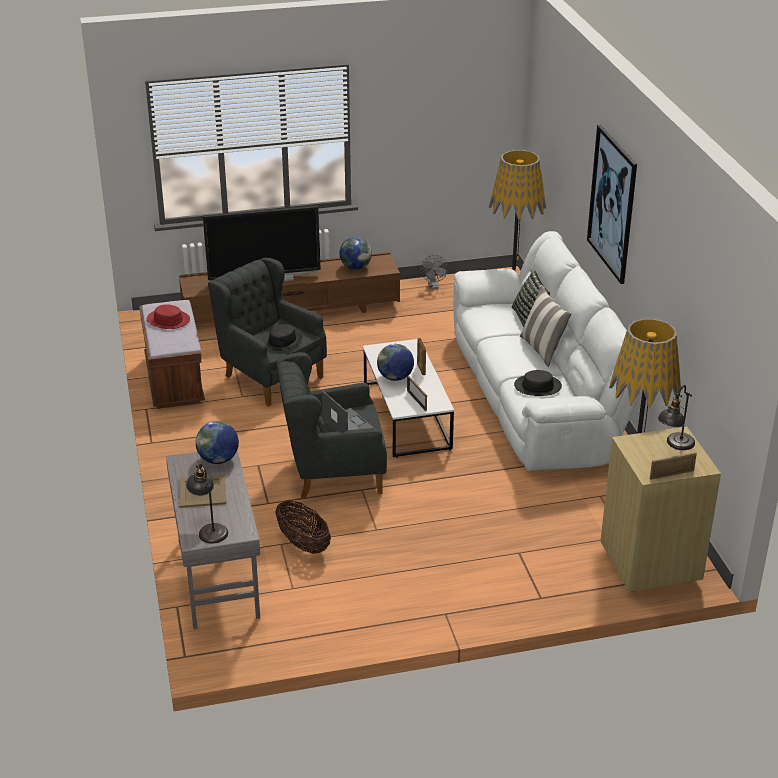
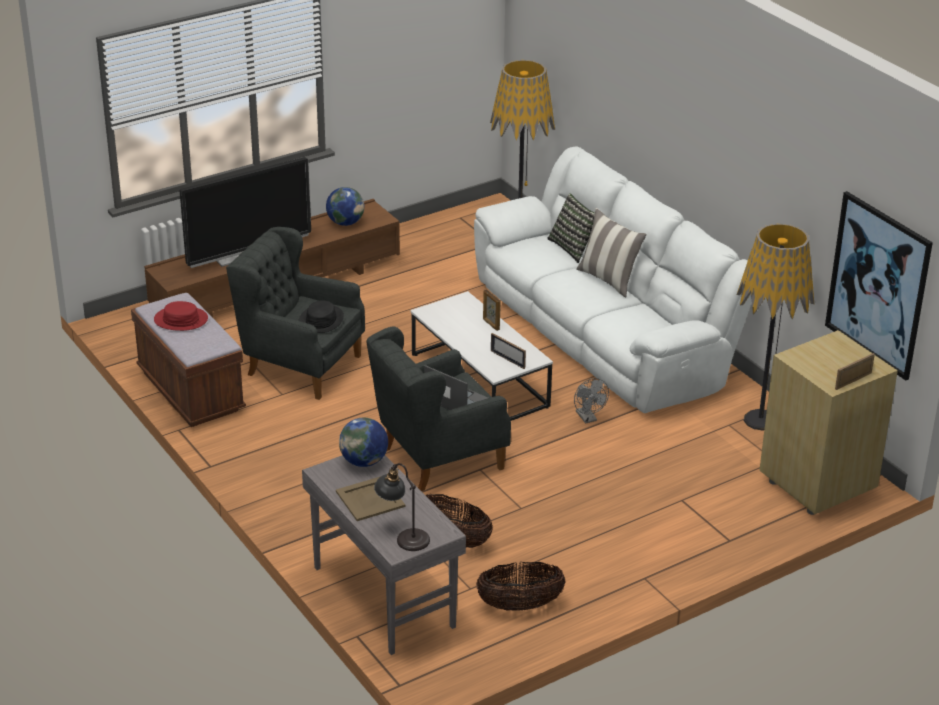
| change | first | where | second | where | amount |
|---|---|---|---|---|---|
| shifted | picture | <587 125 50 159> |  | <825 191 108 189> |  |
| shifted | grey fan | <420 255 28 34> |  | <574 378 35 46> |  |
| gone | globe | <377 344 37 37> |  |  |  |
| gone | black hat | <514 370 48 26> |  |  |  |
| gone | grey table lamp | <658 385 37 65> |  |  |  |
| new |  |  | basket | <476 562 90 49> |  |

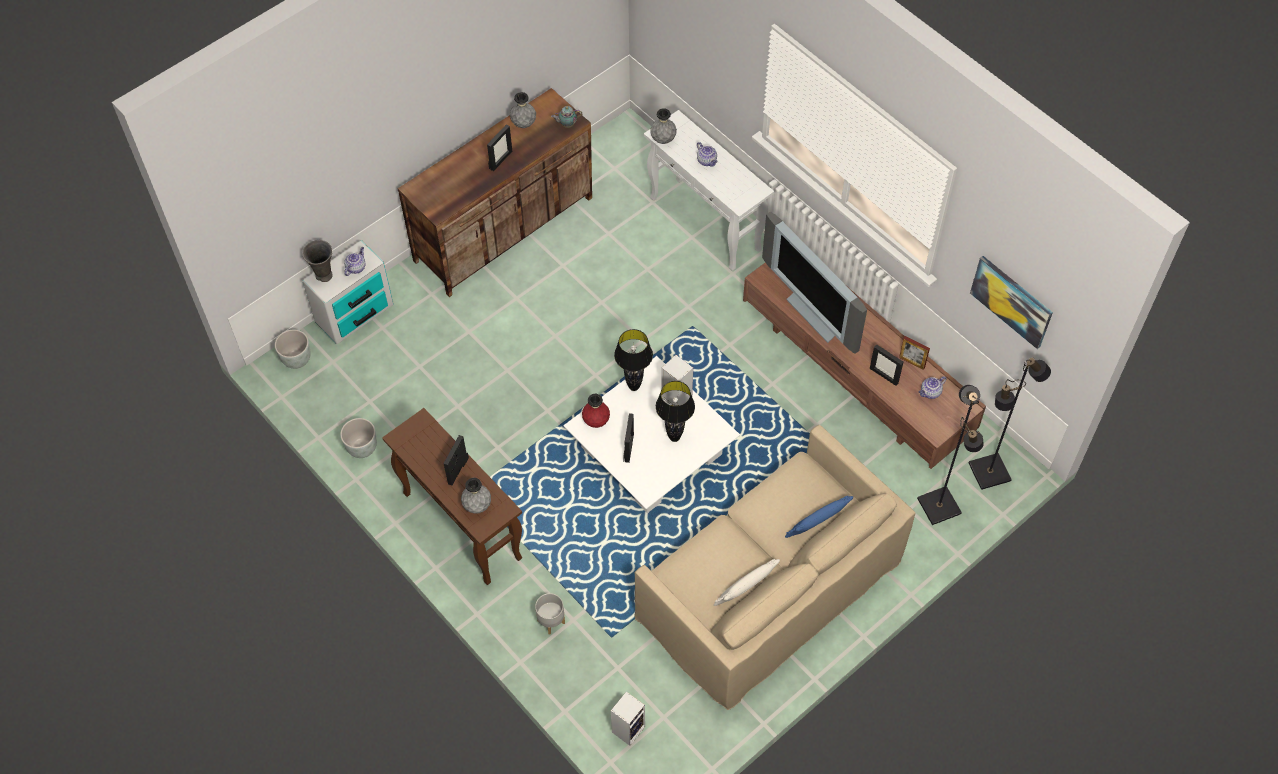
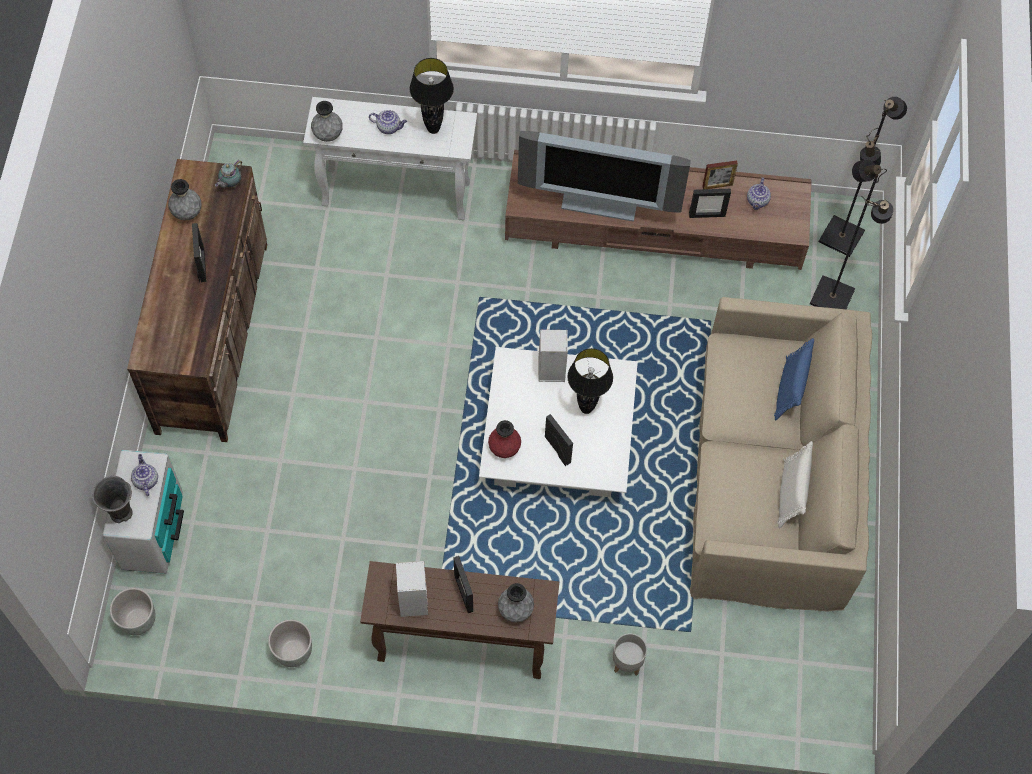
| change | first | where | second | where | amount |
|---|---|---|---|---|---|
| gone | picture | <970 256 83 93> |  |  |  |
| shifted | black table lamp | <614 329 39 62> |  | <409 58 45 76> |  |
| shifted | speaker | <611 691 34 55> |  | <396 561 32 56> |  |

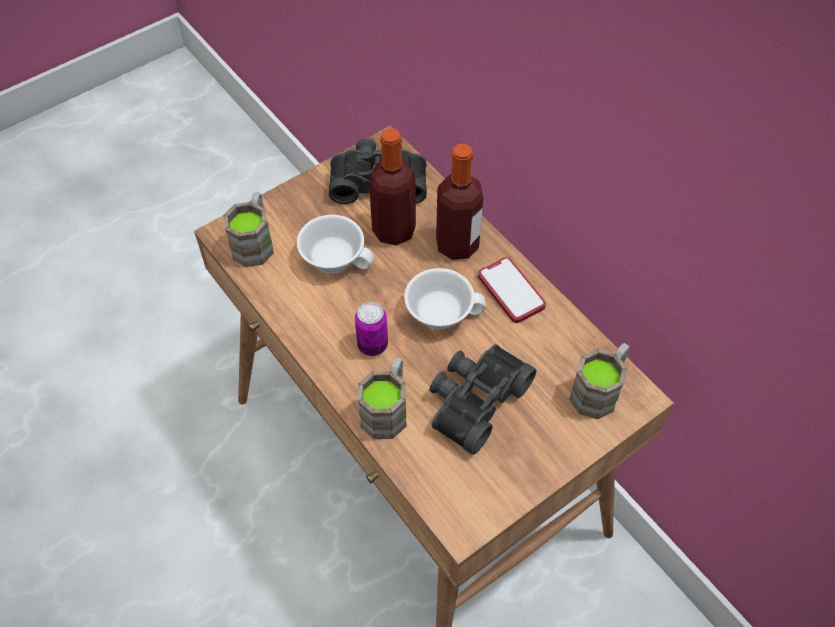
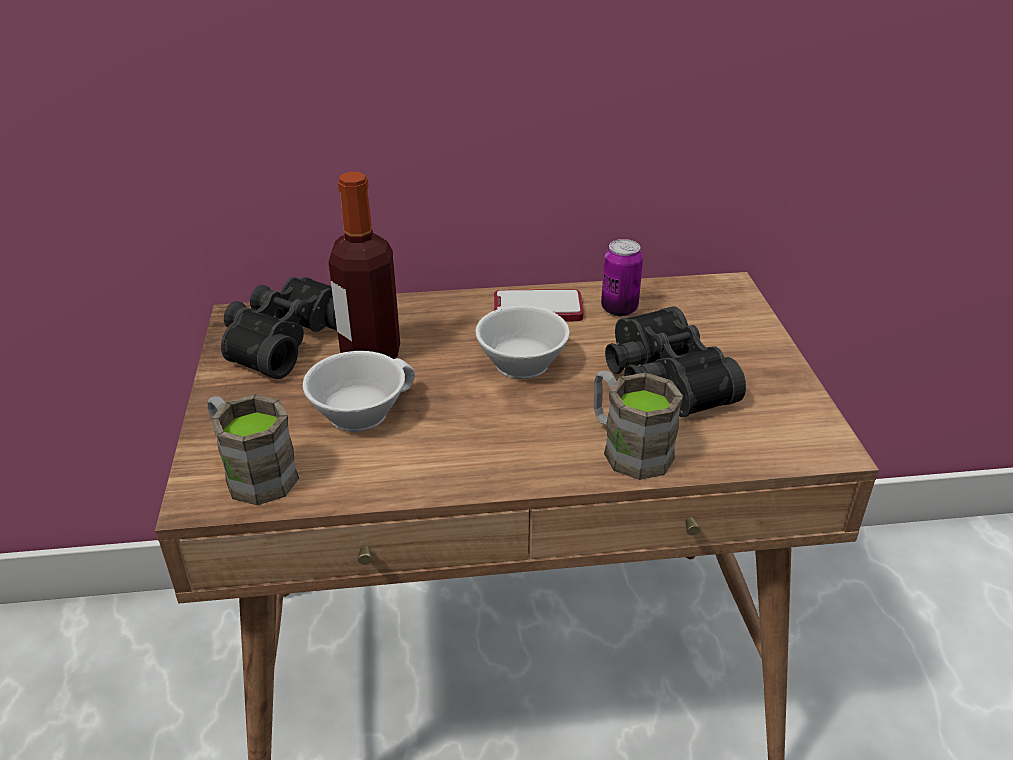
| change | first | where | second | where | amount |
|---|---|---|---|---|---|
| gone | bottle | <436 143 47 117> |  |  |  |
| shifted | can | <355 302 33 54> |  | <601 239 42 77> |  |
| gone | brown mug | <569 343 60 76> |  |  |  |

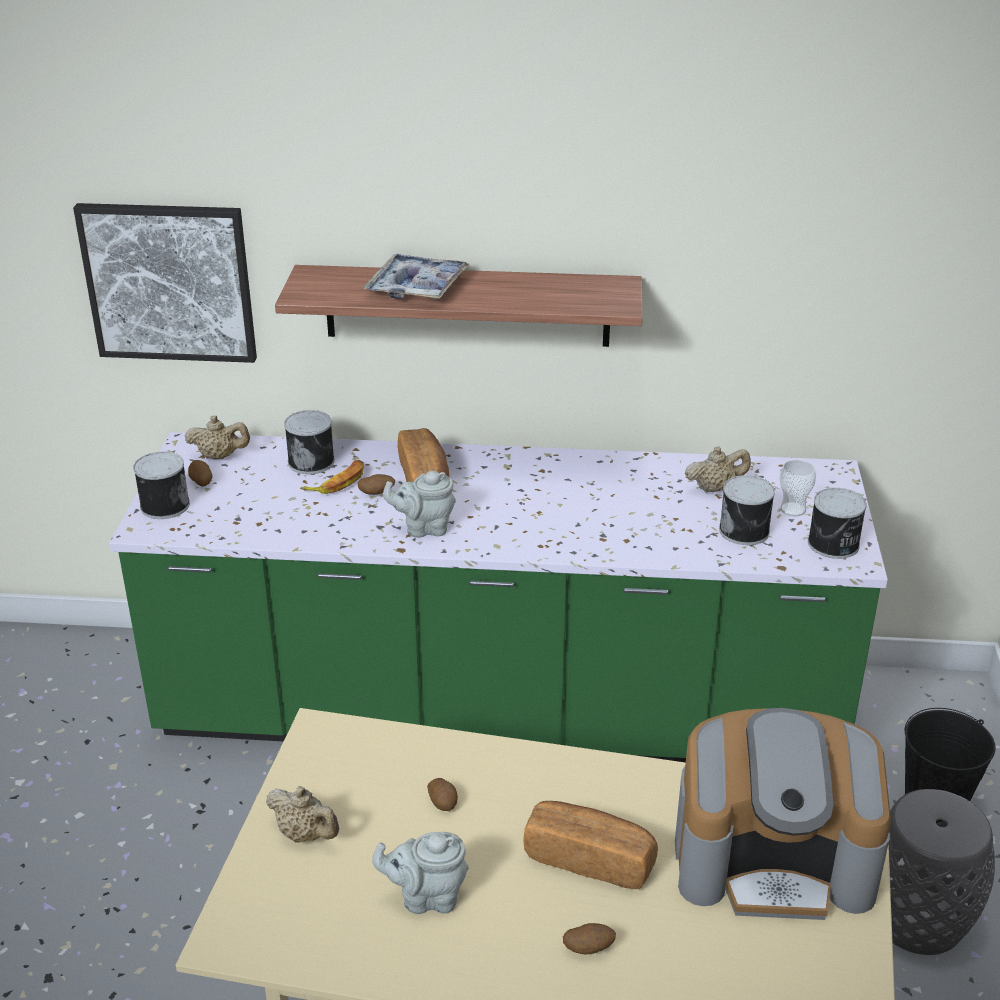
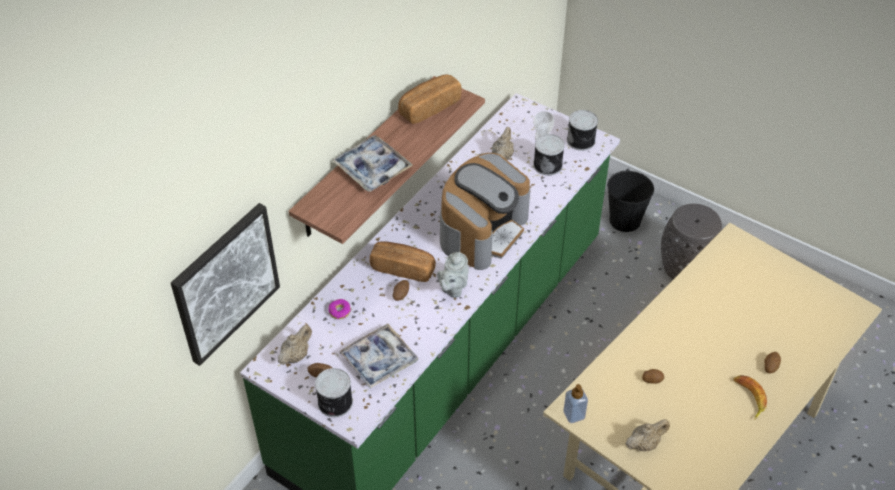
| change | first | where | second | where | amount |
|---|---|---|---|---|---|
| swapped | can | <284 410 51 64> | donut | <328 299 23 20> |  |
| shifted | banana | <300 460 64 34> |  | <733 375 34 45> |  |
| shifted | coffee machine | <675 708 216 212> |  | <440 153 90 117> |  |
| shifted | bread | <523 801 135 88> |  | <398 75 64 49> |  |
| gone | grey teapot | <372 832 97 82> |  |  |  |
| new |  |  | tray | <339 323 80 66> |  |
| new |  |  | soap dispenser | <563 384 25 39> |  |

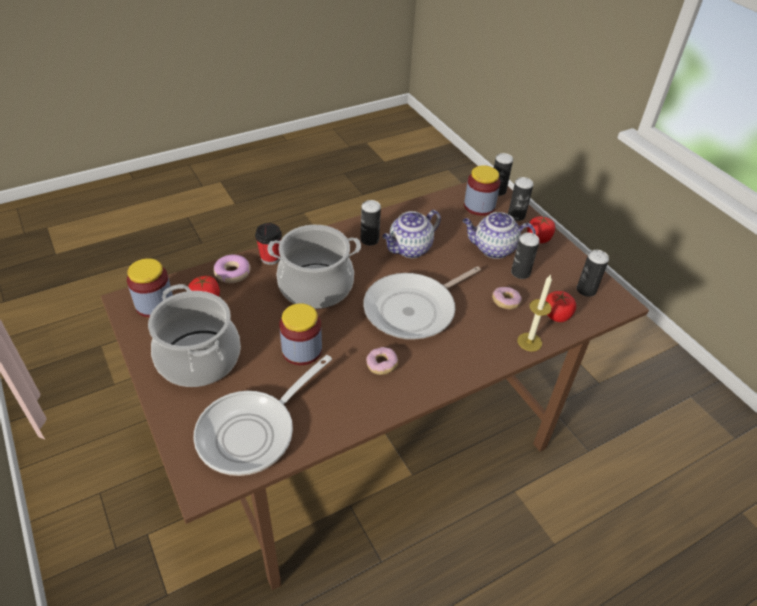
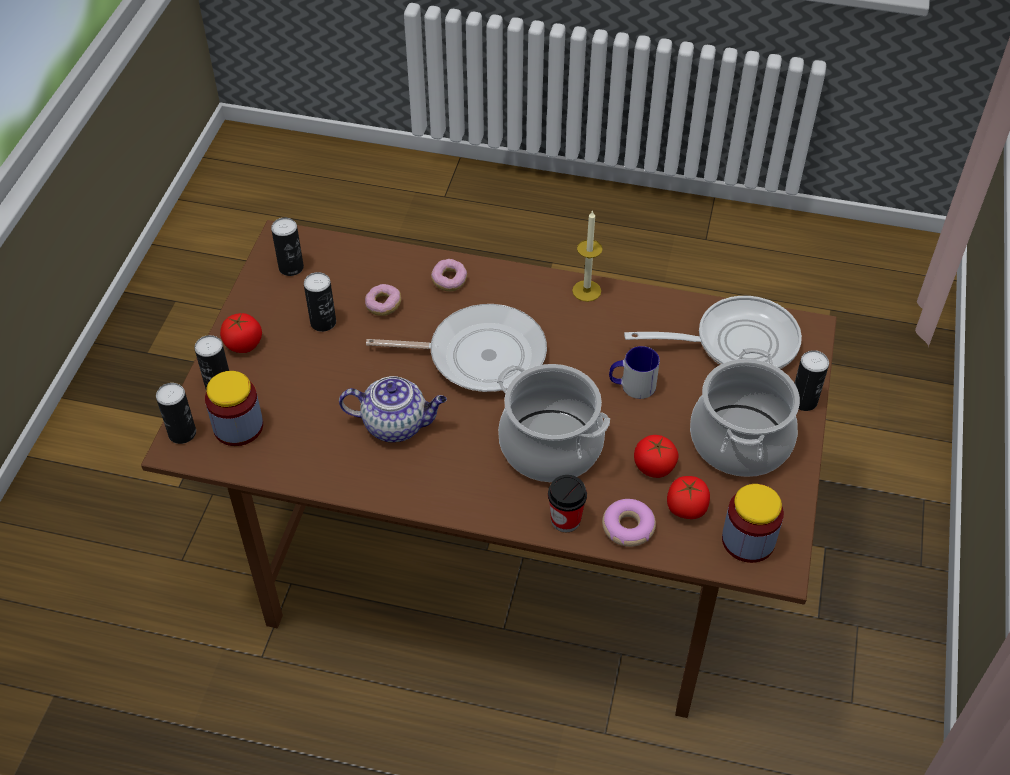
| change | first | where | second | where | amount |
|---|---|---|---|---|---|
| shifted | can | <361 200 20 46> |  | <795 350 34 61> |  |
| gone | teapot | <462 212 74 47> |  |  |  |
| shifted | candle | <517 274 35 78> |  | <572 210 31 92> |  |
| shifted | tomato | <546 291 30 31> |  | <634 435 44 43> |  |
| swapped | jar | <279 303 43 62> | mug | <609 346 51 53> |  |
| shifted | donut | <366 347 32 28> |  | <431 259 36 33> |  |

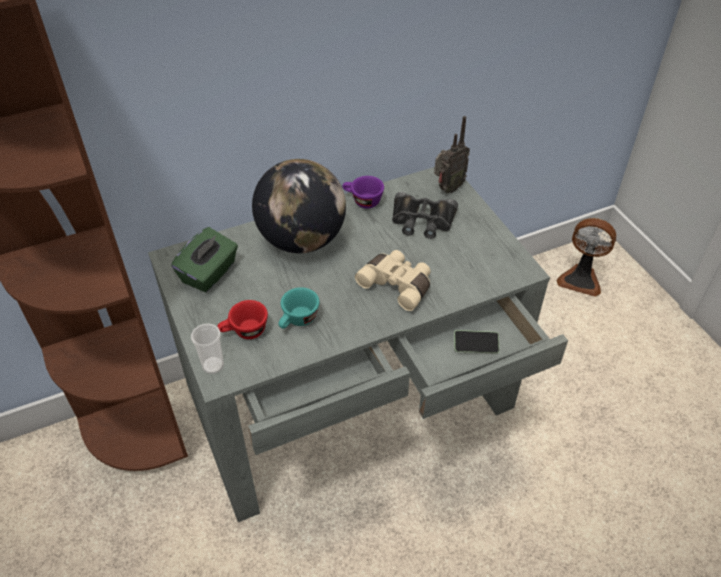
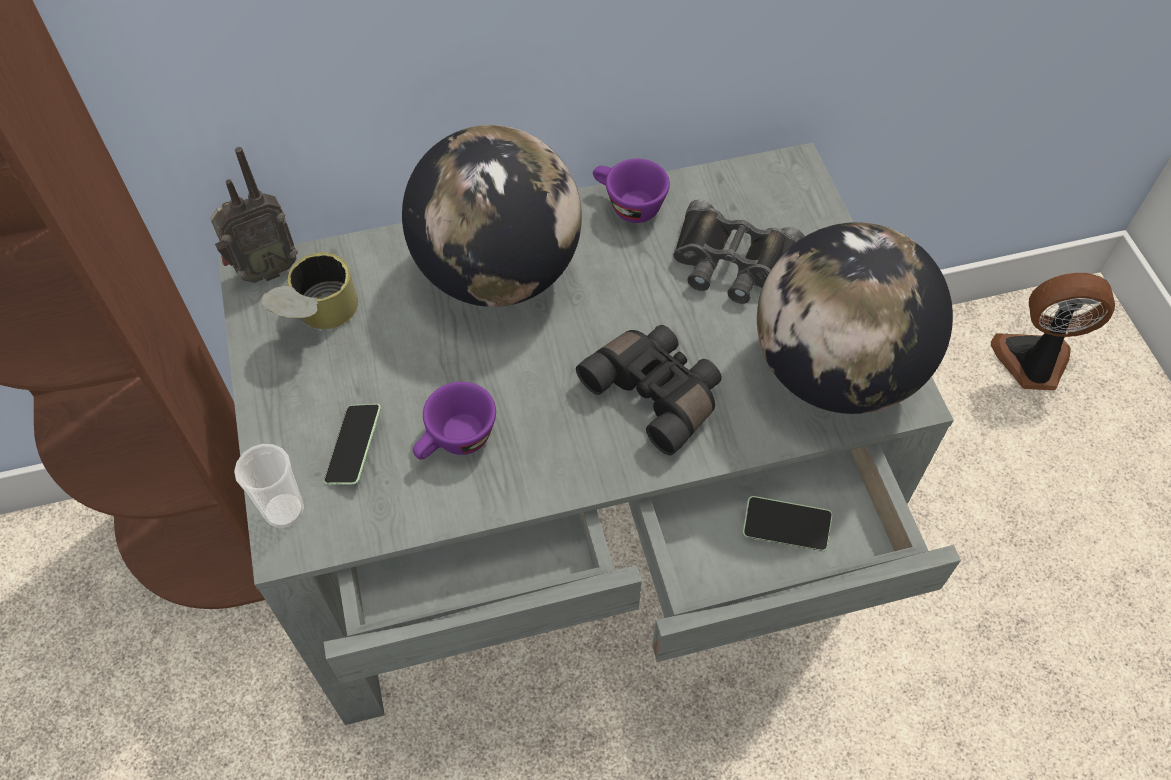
| change | first | where | second | where | amount |
|---|---|---|---|---|---|
| shifted | radio | <434 116 36 77> |  | <210 147 88 136> |  |
| rotated | fan | <557 218 59 79> |  | <991 273 124 117> | 150 degrees clockwise |
| swapped | green tissue box | <171 227 67 66> | can | <261 252 97 77> |  |
| repainted | beige binoculars | <355 250 76 61> | black binoculars | <576 325 146 131> |  |
| repainted | turquoise cup | <279 287 40 42> | purple cup | <413 382 83 78> |  |
| swapped | red cup | <218 300 50 39> | phone | <324 404 57 81> |  |
| new |  |  | globe | <757 222 196 192> |  |

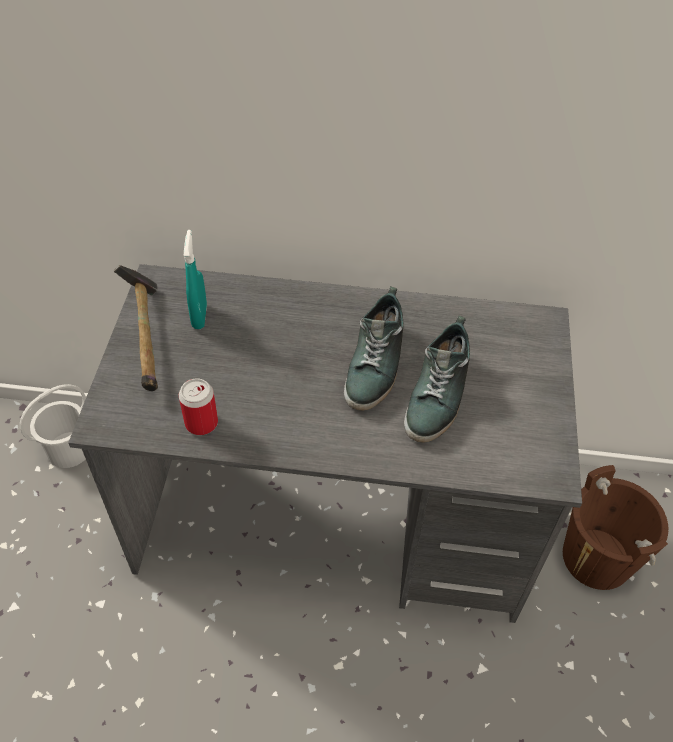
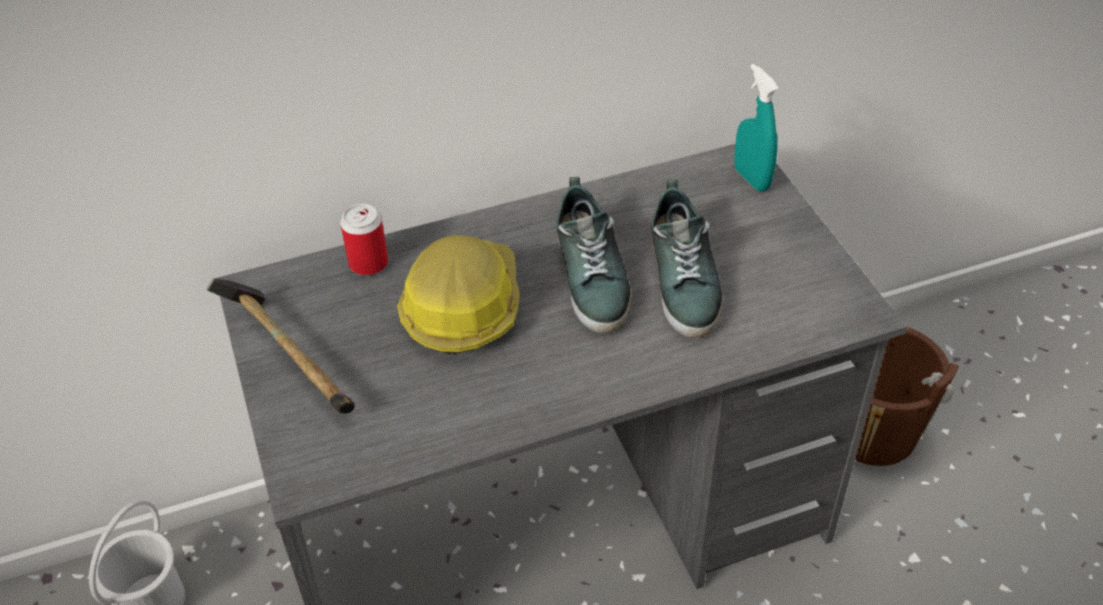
| change | first | where | second | where | amount |
|---|---|---|---|---|---|
| shifted | turquoise spray bottle | <184 230 23 99> |  | <734 64 45 128> |  |
| shifted | can | <179 378 39 57> |  | <340 203 48 73> |  |
| new |  |  | hard hat | <397 235 122 119> |  |

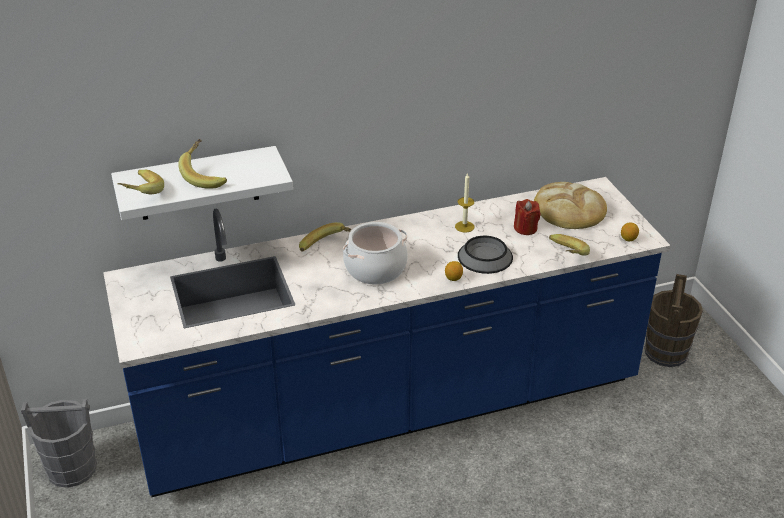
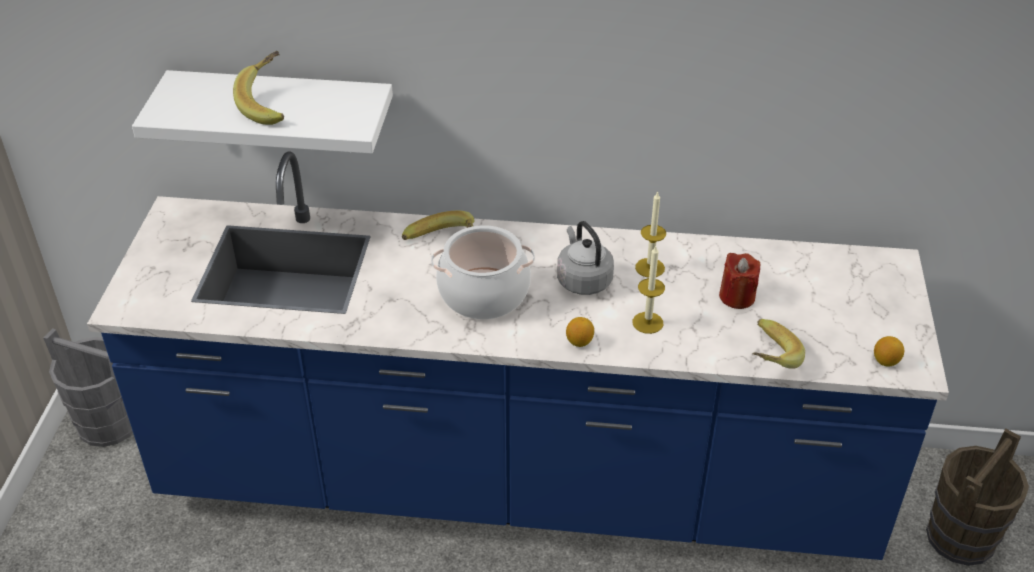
| change | first | where | second | where | amount |
|---|---|---|---|---|---|
| gone | banana | <118 170 46 25> |  |  |  |
| gone | bread | <534 182 73 47> |  |  |  |
| swapped | bowl | <458 236 55 38> | candle | <633 246 32 88> |  |
| new |  |  | grey kettle | <557 221 57 74> |  |

